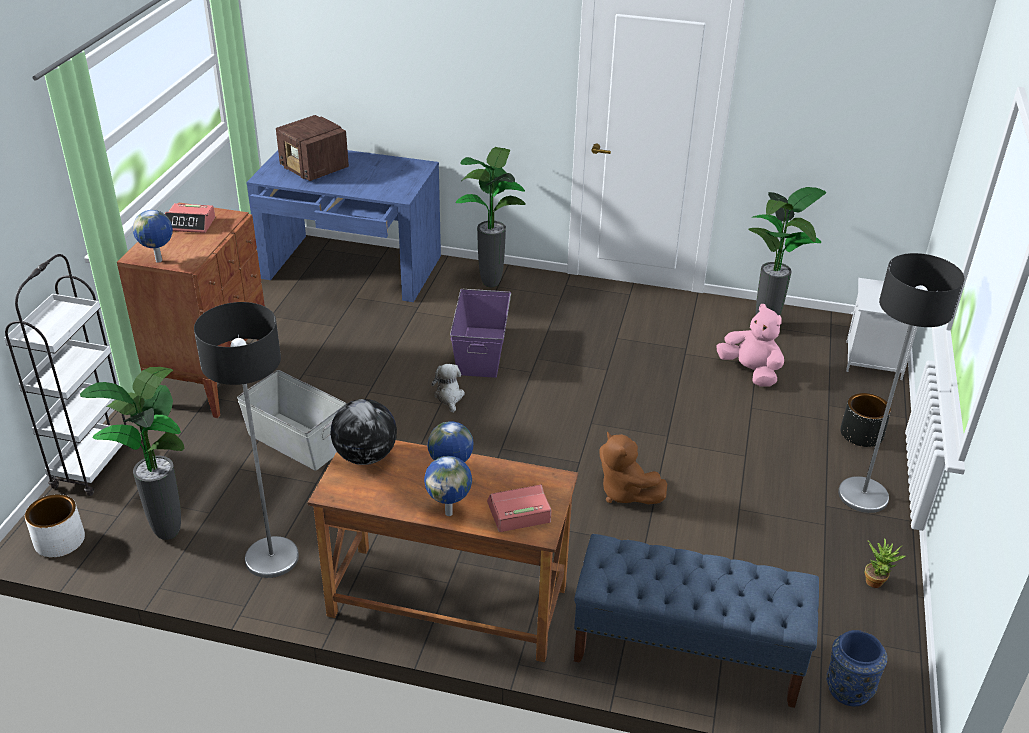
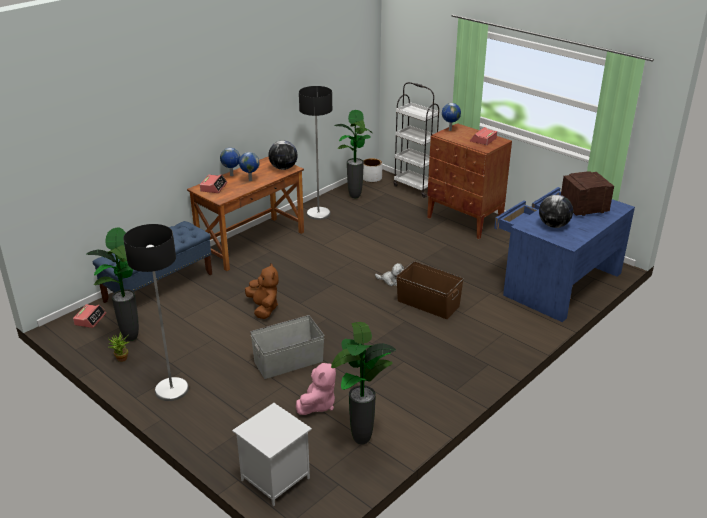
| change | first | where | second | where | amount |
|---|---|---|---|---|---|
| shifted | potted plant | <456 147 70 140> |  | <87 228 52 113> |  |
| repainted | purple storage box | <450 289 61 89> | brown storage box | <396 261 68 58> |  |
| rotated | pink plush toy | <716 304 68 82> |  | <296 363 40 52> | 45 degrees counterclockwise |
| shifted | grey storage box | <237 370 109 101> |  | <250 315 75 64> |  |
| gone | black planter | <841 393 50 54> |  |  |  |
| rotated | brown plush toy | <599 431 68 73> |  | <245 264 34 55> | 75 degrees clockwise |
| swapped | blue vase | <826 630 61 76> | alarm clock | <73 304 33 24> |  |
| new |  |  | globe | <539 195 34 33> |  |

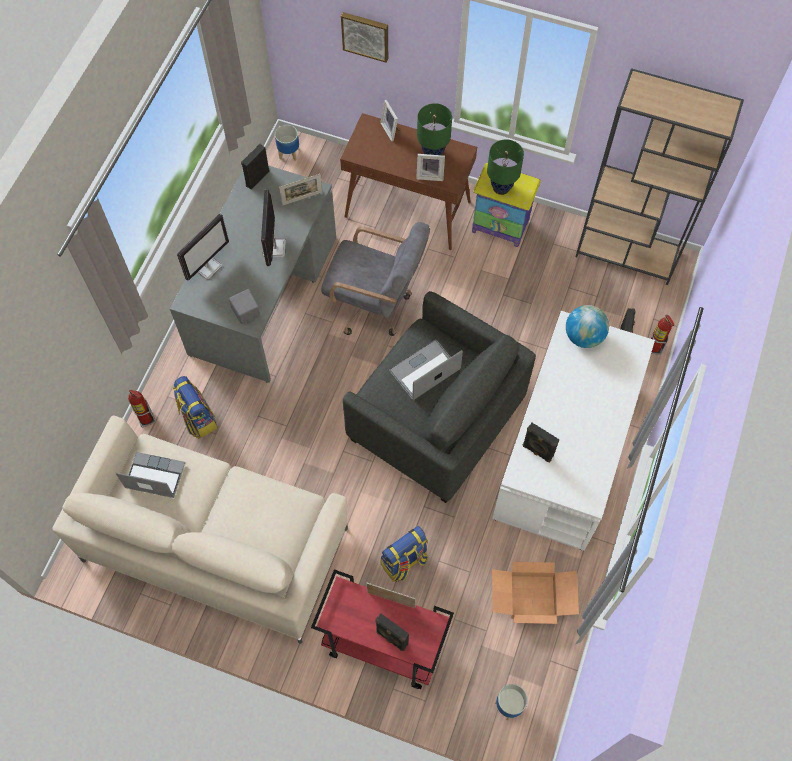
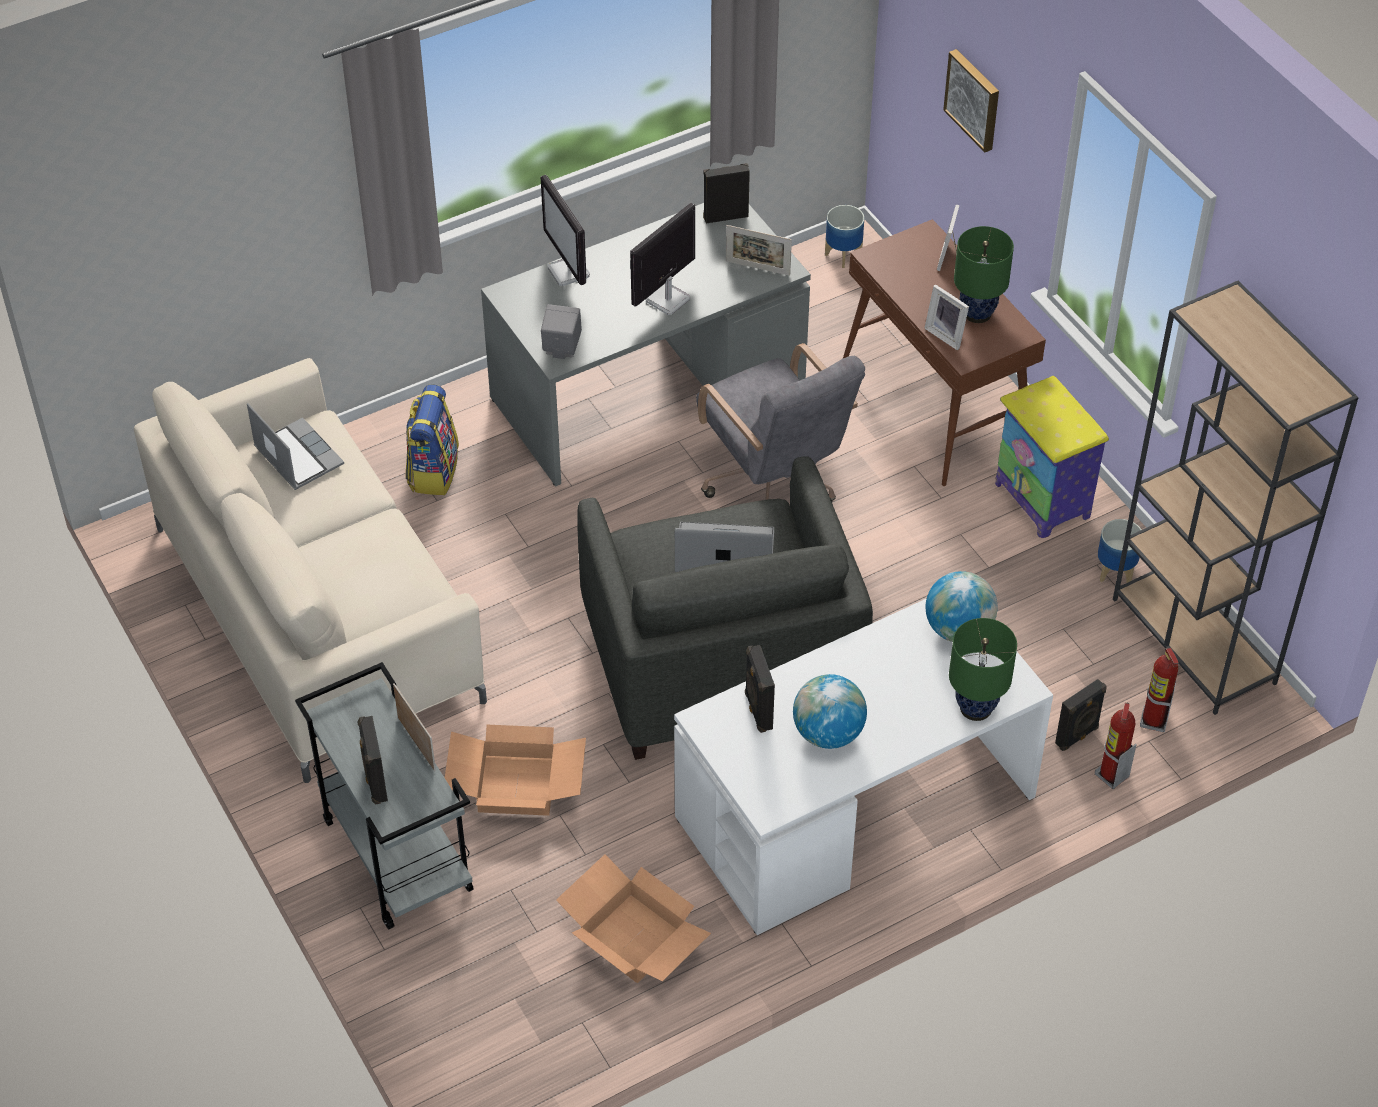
| change | first | where | second | where | amount |
|---|---|---|---|---|---|
| shifted | green table lamp | <487 139 37 56> |  | <949 618 68 103> |  |
| rotated | monitor | <177 214 52 67> |  | <541 175 49 111> | 75 degrees clockwise |
| shifted | fire extinguisher | <128 389 28 39> |  | <1140 647 39 85> |  |
| swapped | backpack | <380 526 48 56> | cardboard box | <445 725 141 91> |  |
| repainted | red cart | <311 569 143 120> | grey cart | <295 662 179 268> |  |
| shifted | planter | <495 684 33 36> |  | <1098 519 44 64> |  |
| new |  |  | globe | <793 674 74 75> |  |

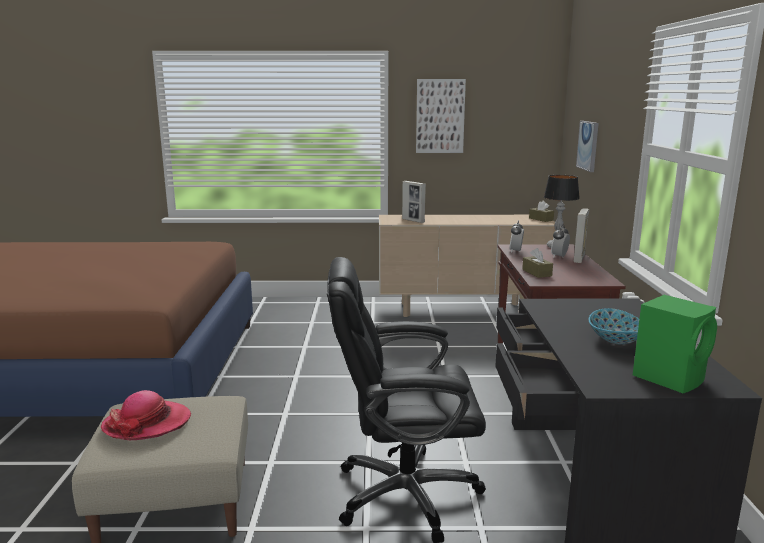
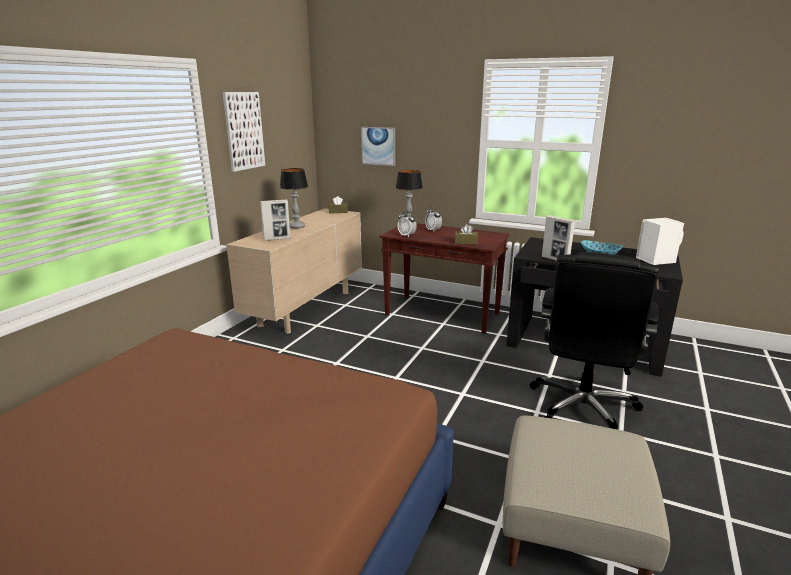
| change | first | where | second | where | amount |
|---|---|---|---|---|---|
| shifted | picture frame | <574 208 15 55> |  | <542 215 33 46> |  |
| repainted | green speaker | <633 295 84 98> | white speaker | <636 218 48 47> |  |
| gone | hat | <101 390 90 50> |  |  |  |
| new |  |  | table lamp | <280 168 28 61> |  |

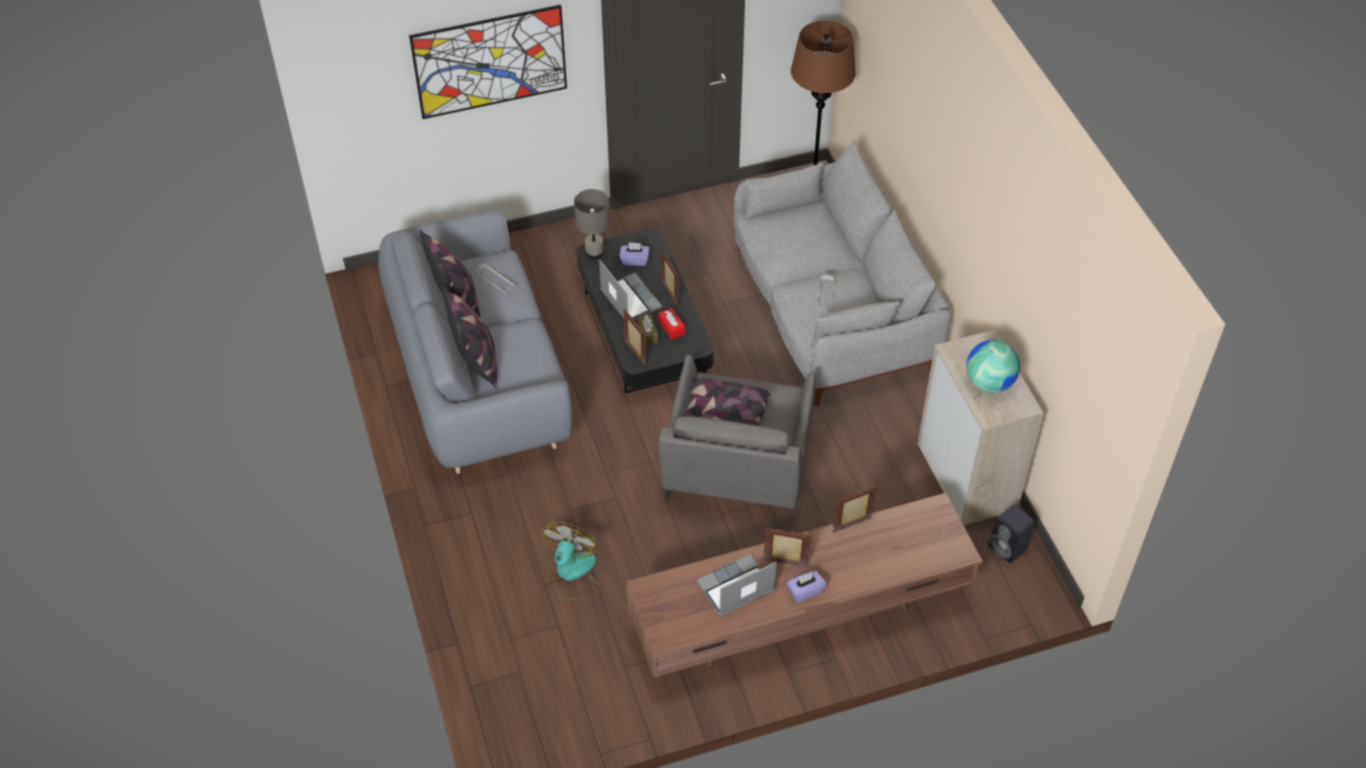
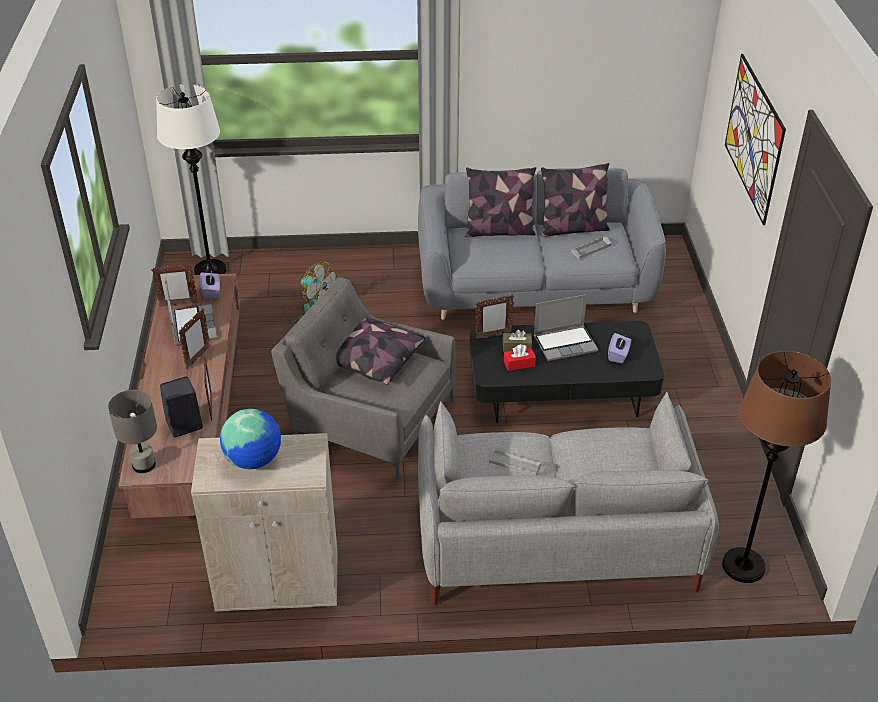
| change | first | where | second | where | amount |
|---|---|---|---|---|---|
| shifted | grey table lamp | <574 189 36 70> |  | <108 390 49 83> |  |
| shifted | picture frame | <661 249 18 58> |  | <151 264 47 43> |  |
| shifted | black speaker | <989 505 45 58> |  | <160 376 43 61> |  |
| shifted | purple tissue box | <787 570 39 33> |  | <200 272 20 27> |  |
| new |  |  | white floor lamp | <156 84 70 191> |  |

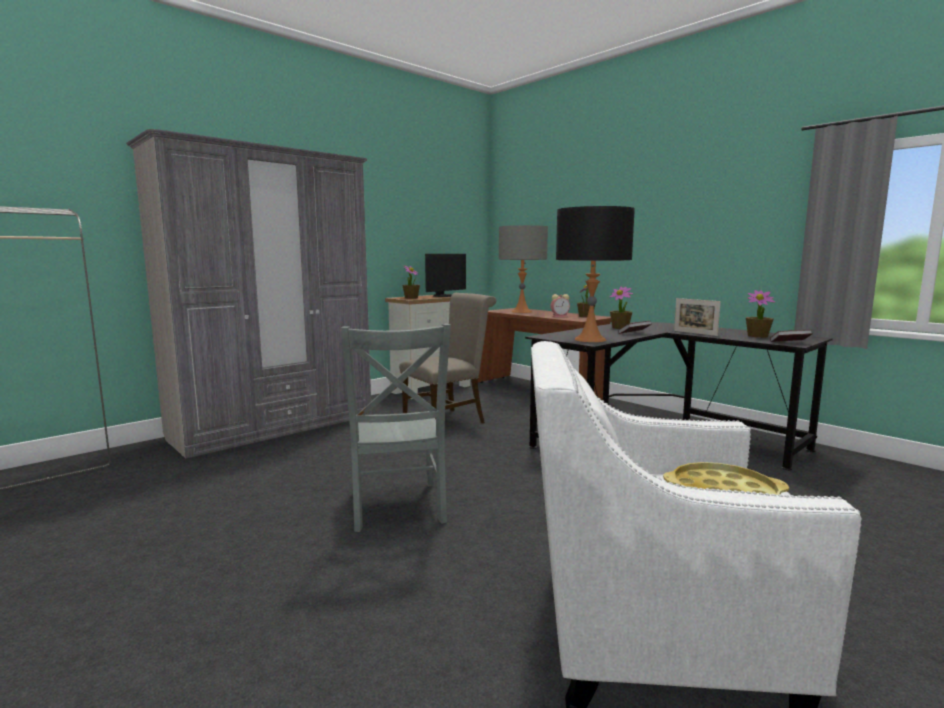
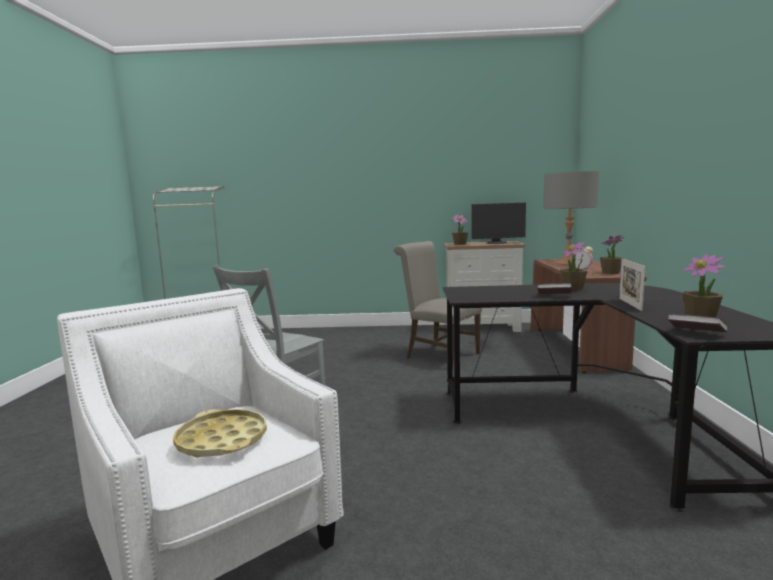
| change | first | where | second | where | amount |
|---|---|---|---|---|---|
| gone | grey wardrobe | <126 129 246 330> |  |  |  |
| gone | black table lamp | <556 206 79 136> |  |  |  |
| rotated | beige chair | <399 293 97 130> |  | <393 241 89 126> | 150 degrees counterclockwise |

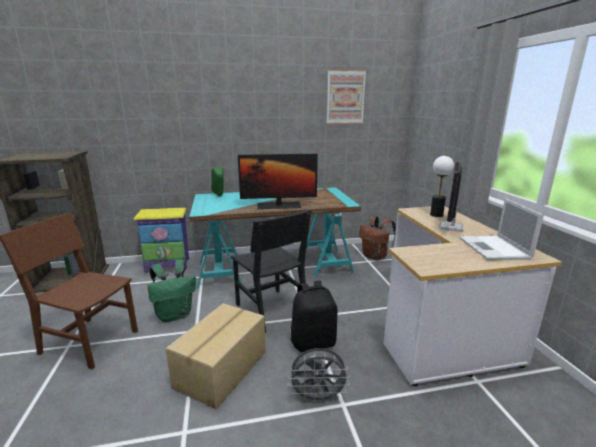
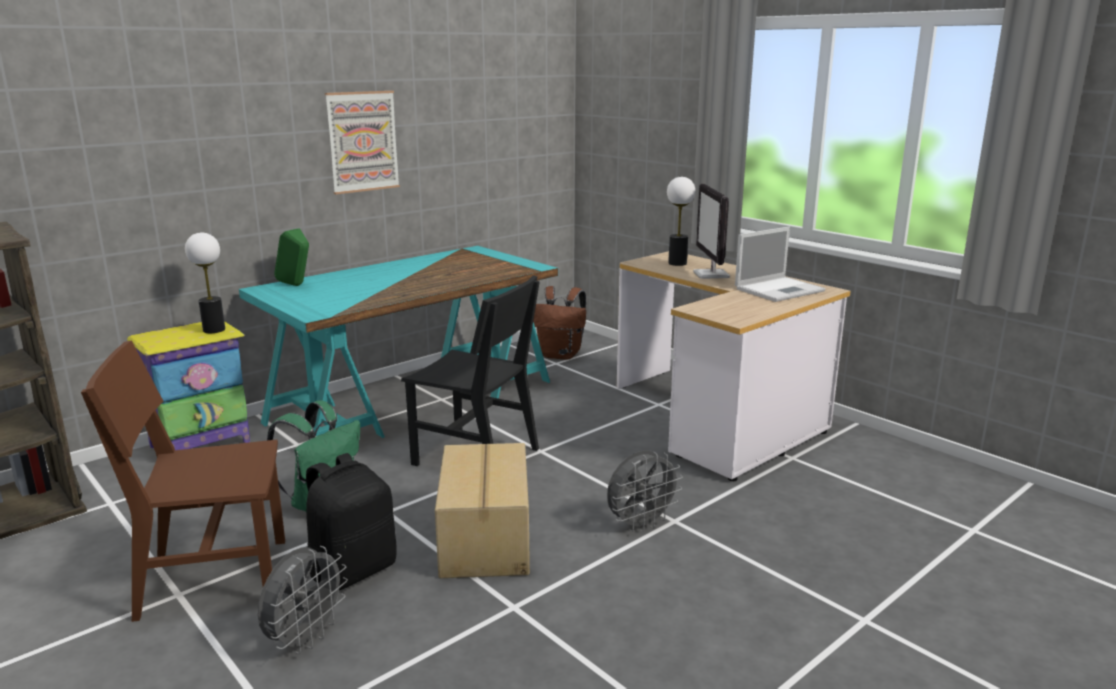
| change | first | where | second | where | amount |
|---|---|---|---|---|---|
| shifted | picture | <327 69 39 55> |  | <325 91 75 103> |  |
| gone | monitor | <238 154 80 55> |  |  |  |
| rotated | laptop | <459 198 85 62> |  | <735 227 90 75> | 90 degrees counterclockwise |
| shifted | black backpack | <291 281 47 71> |  | <306 453 91 137> |  |
| new |  |  | table lamp | <185 233 40 100> |  |
| new |  |  | grey fan | <258 546 90 108> |  |

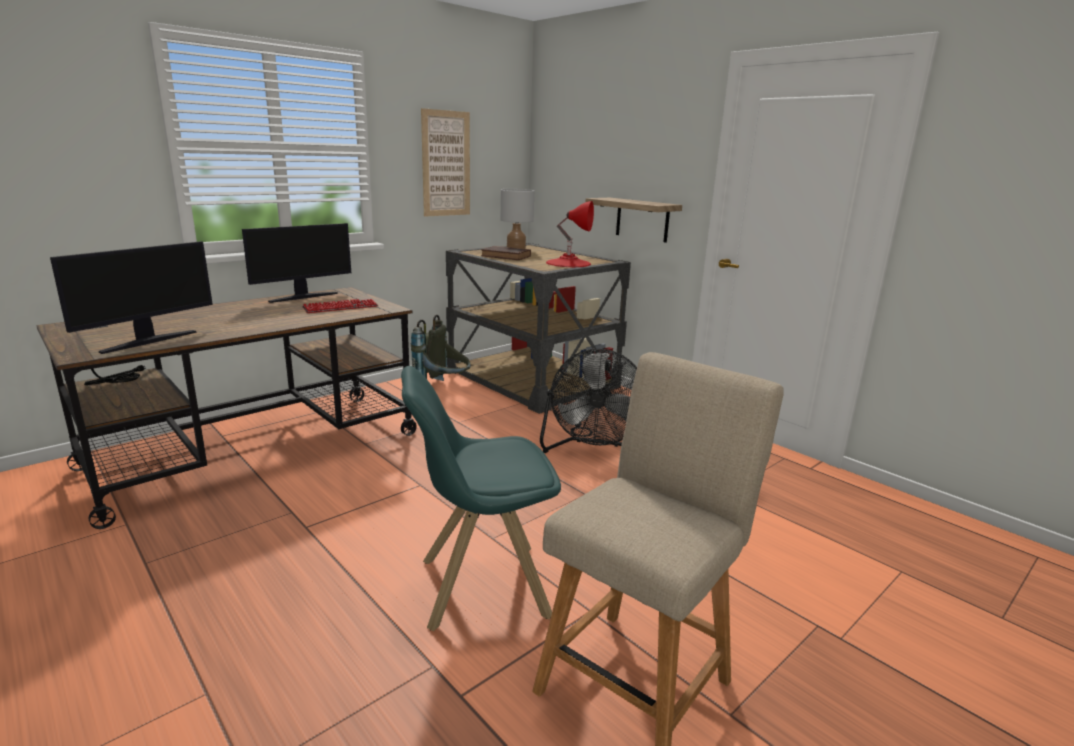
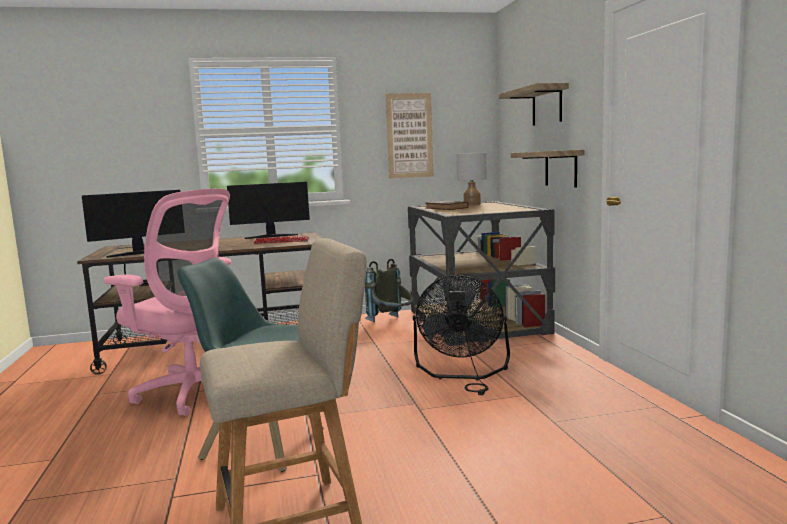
| change | first | where | second | where | amount |
|---|---|---|---|---|---|
| gone | red table lamp | <546 201 48 66> |  |  |  |
| rotated | black fan | <540 349 97 104> |  | <413 275 97 120> | 150 degrees clockwise |
| new |  |  | shelf | <499 83 70 43> |  |
| new |  |  | pink office chair | <104 189 127 227> |  |

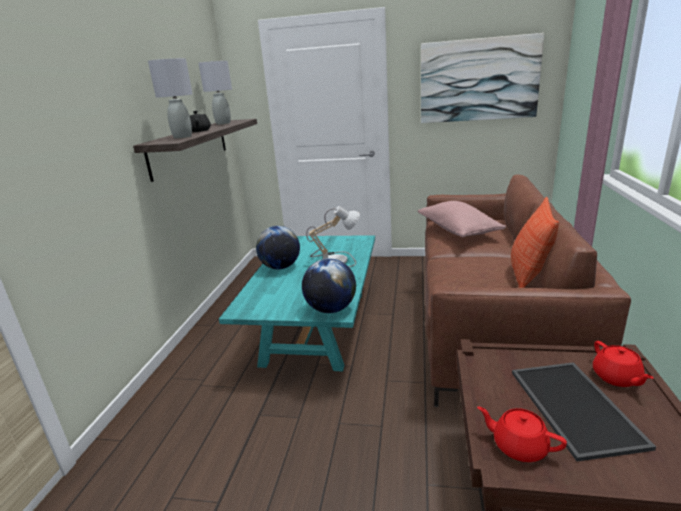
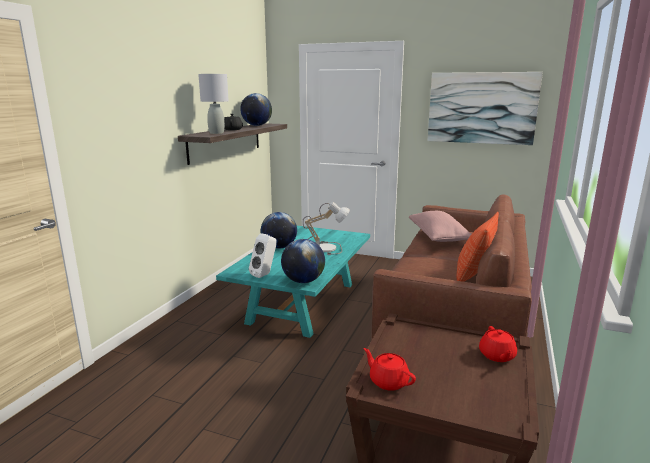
| change | first | where | second | where | amount |
|---|---|---|---|---|---|
| swapped | grey table lamp | <198 61 34 64> | globe | <240 93 32 33> |  |
| gone | tray | <512 362 144 100> |  |  |  |
| new |  |  | white speaker | <249 233 28 45> |  |

